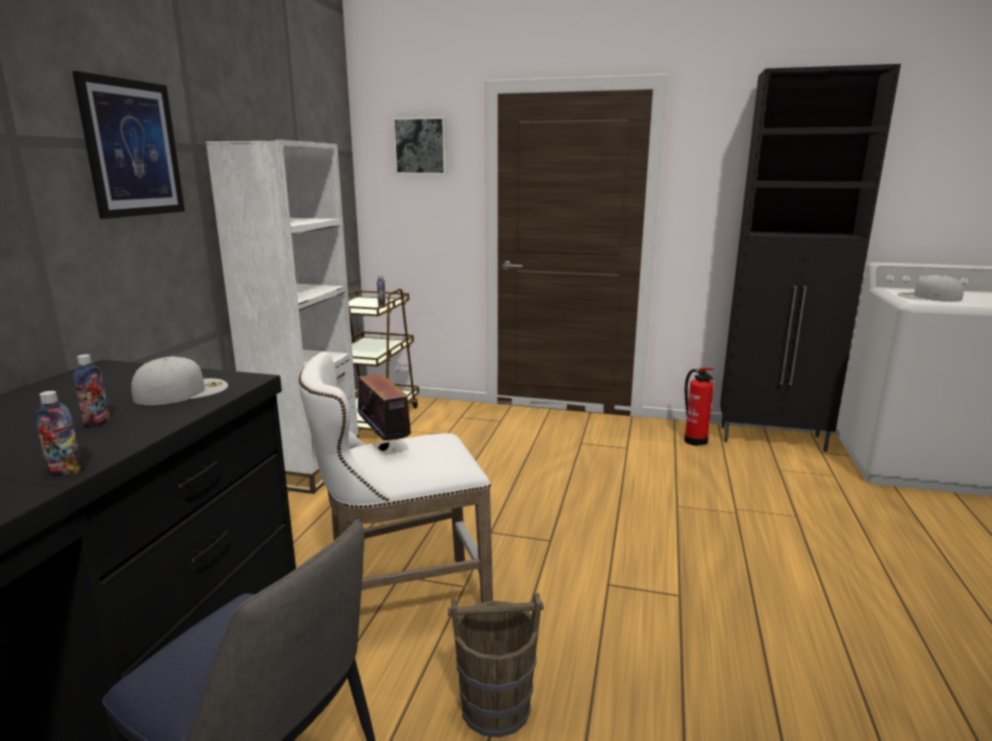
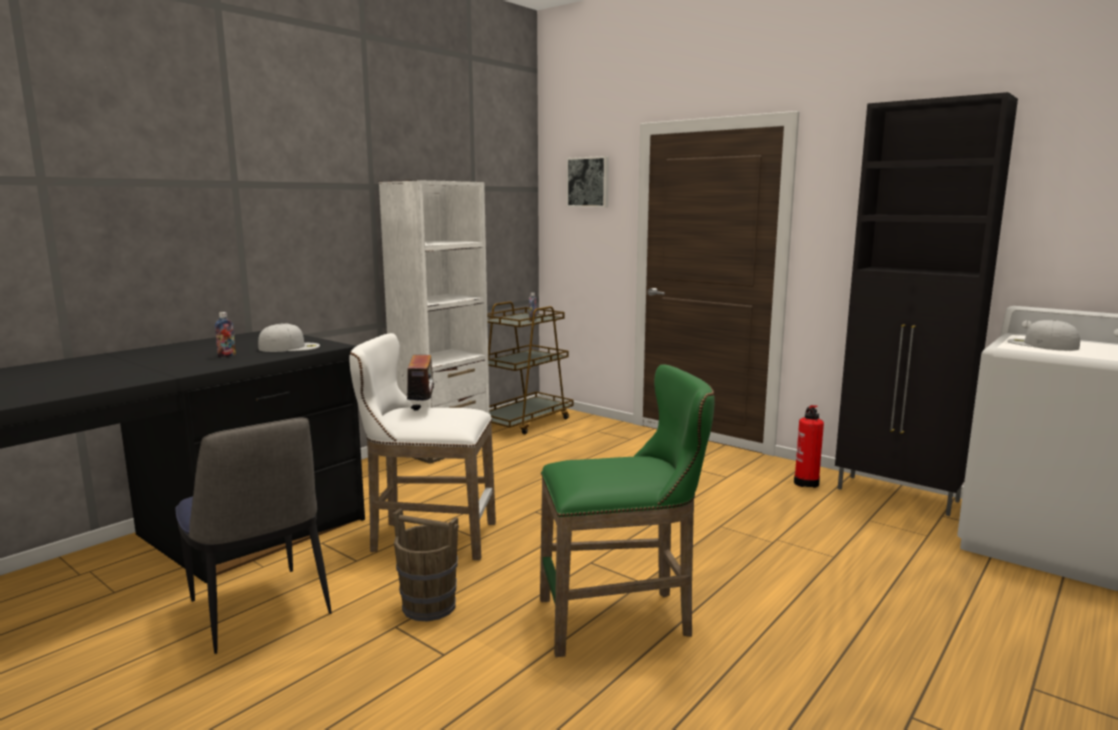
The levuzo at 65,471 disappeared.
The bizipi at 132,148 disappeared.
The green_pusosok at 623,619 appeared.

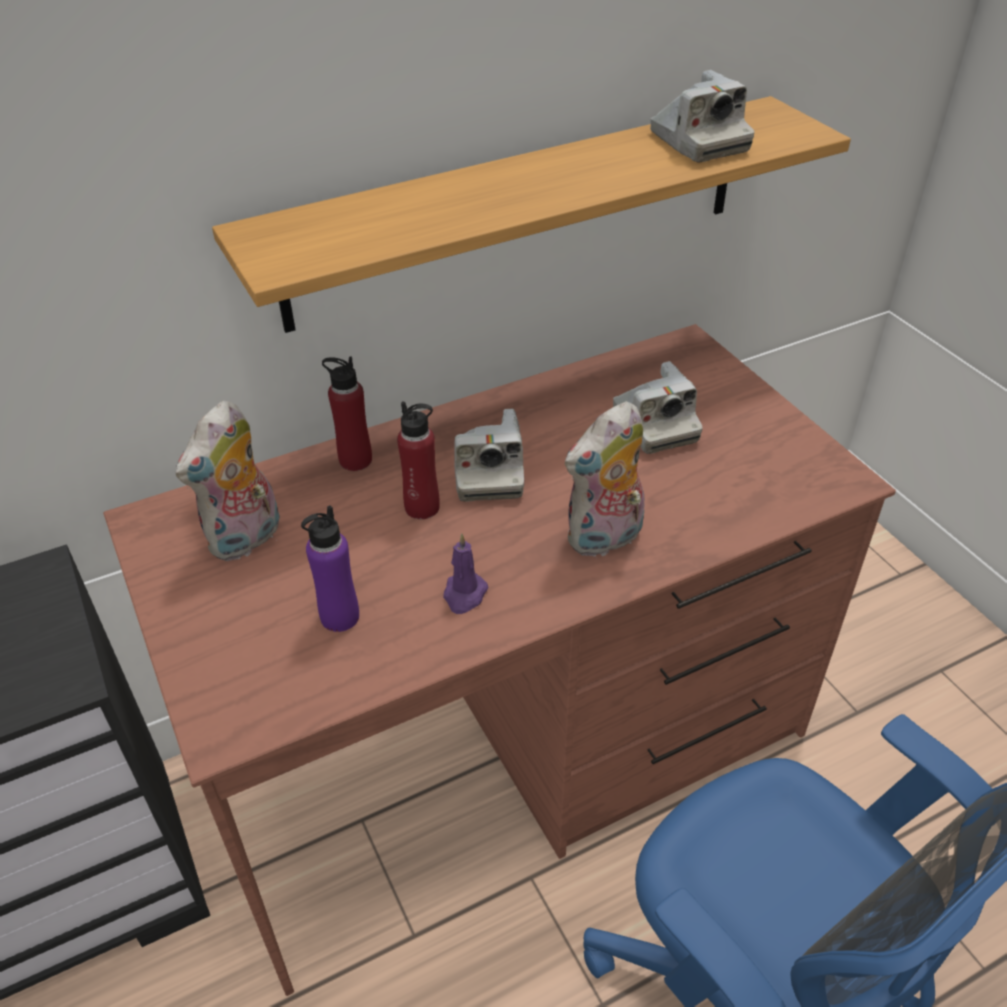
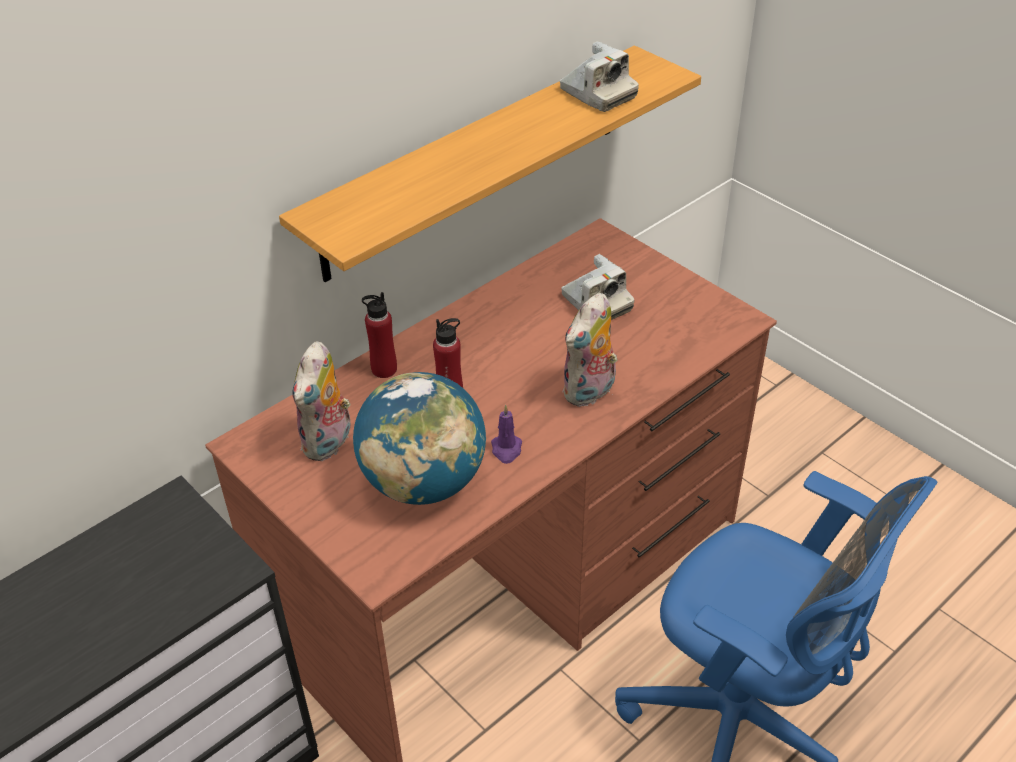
The purple_levuzo at 339,617 was replaced by the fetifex at 424,482.
The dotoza at 488,472 disappeared.

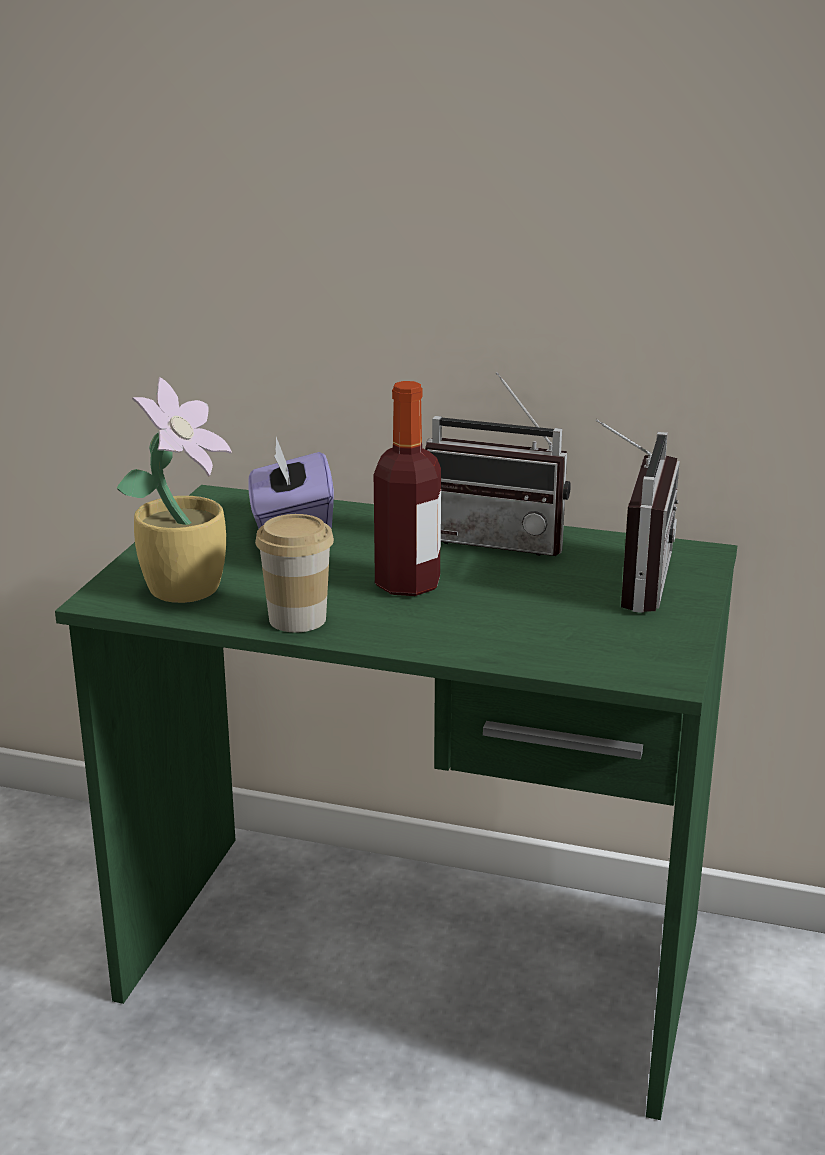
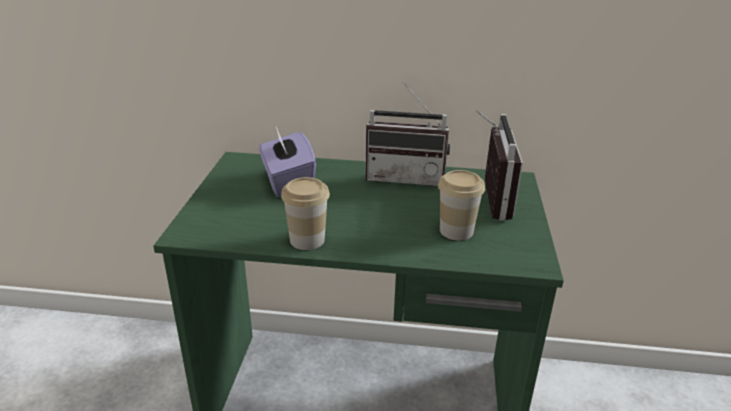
The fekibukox at 187,588 disappeared.
The levuzo at 407,584 disappeared.
The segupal at 456,231 appeared.

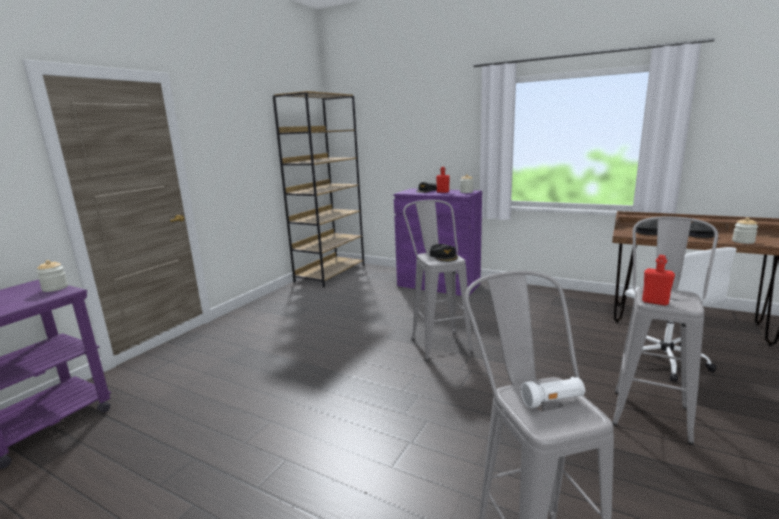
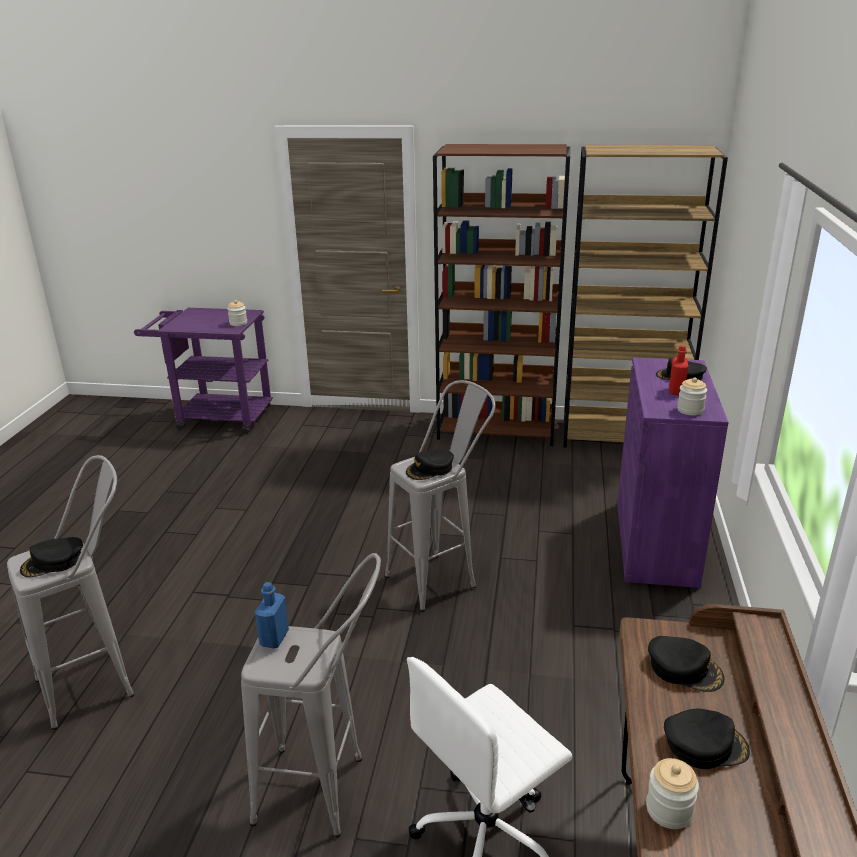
The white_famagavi at 553,401 was replaced by the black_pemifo at 53,562.
The red_levuzo at 655,302 became the blue_levuzo at 274,638.
The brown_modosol at 497,429 appeared.

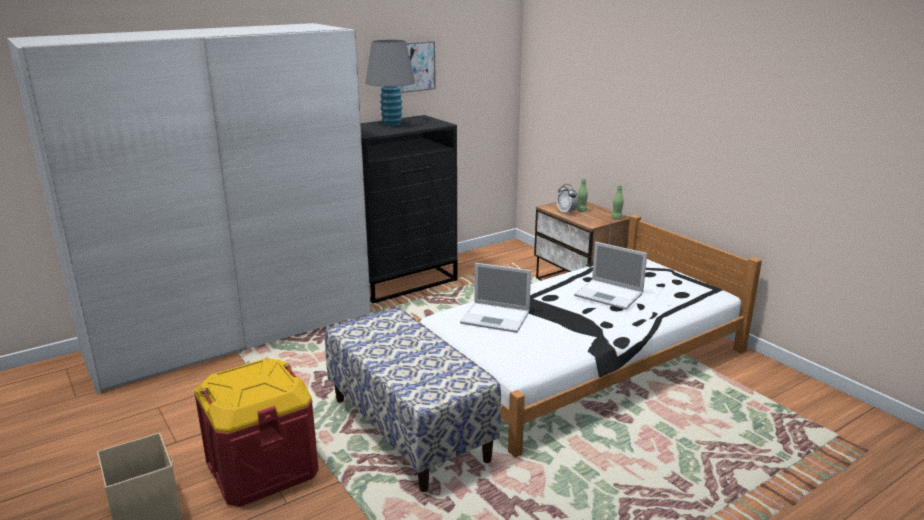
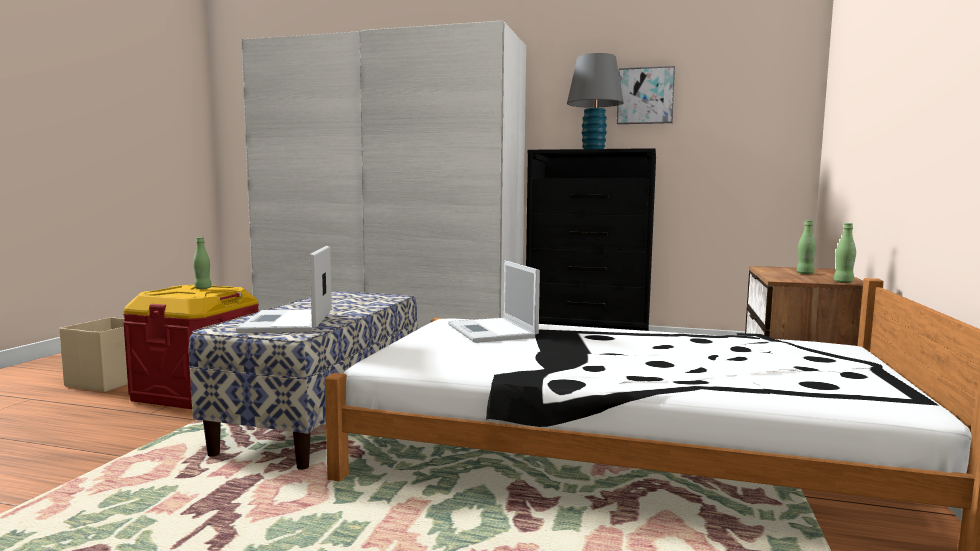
The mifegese at 566,212 disappeared.
The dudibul moved from 610,295 to 287,322.
The green_levuzo at 203,288 appeared.

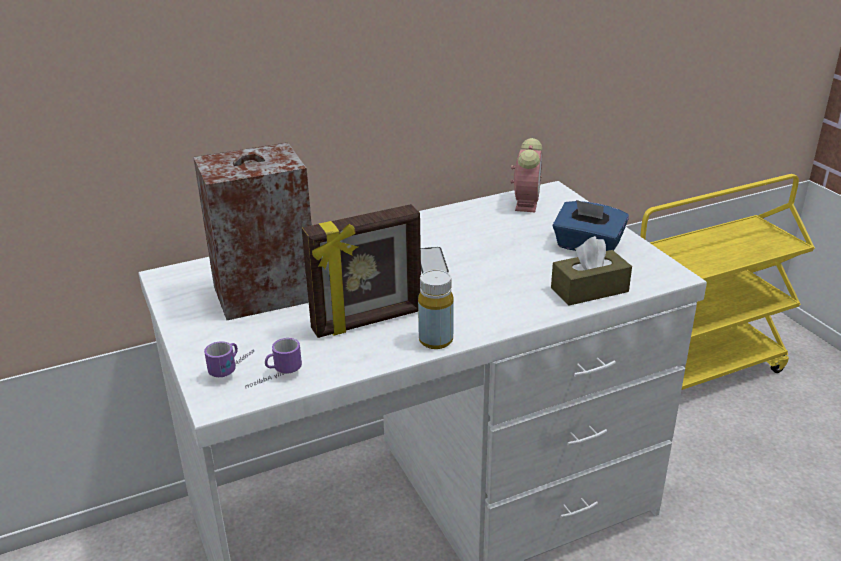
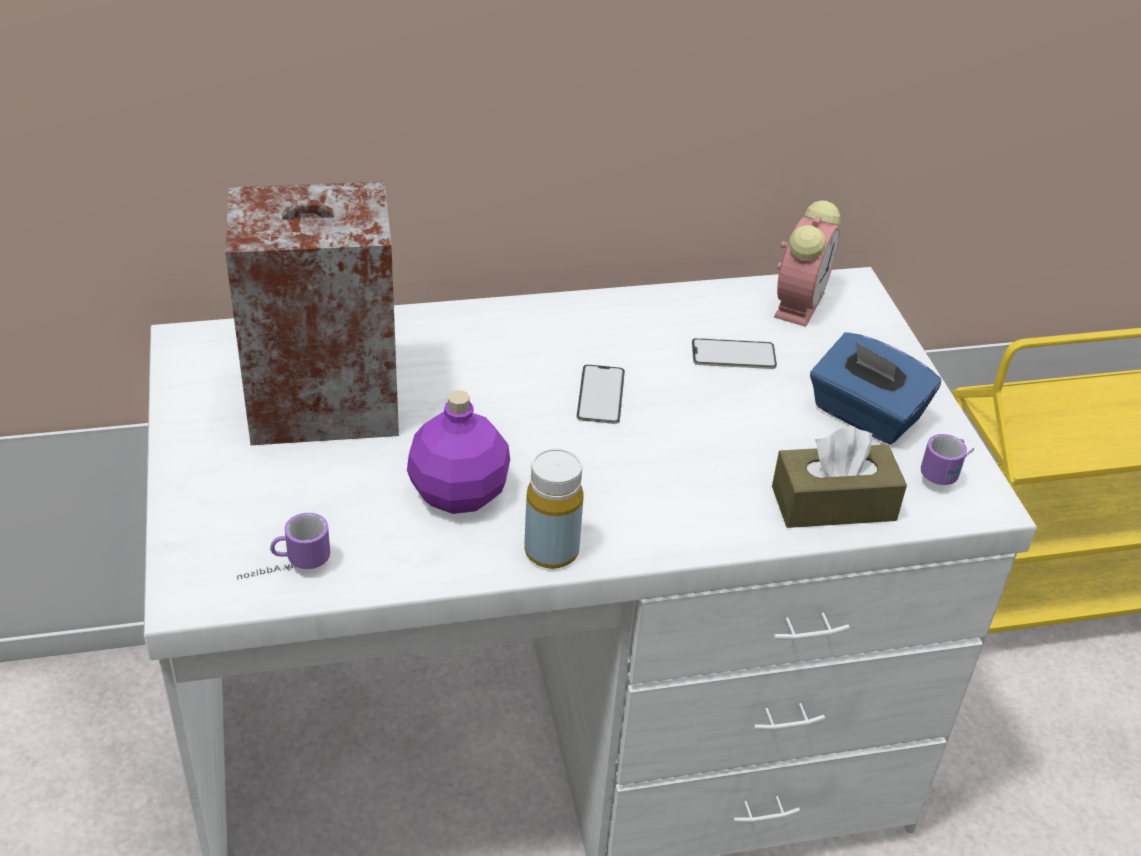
The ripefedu moved from 234,368 to 950,471.
The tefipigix at 367,321 was replaced by the purple_levuzo at 460,493.
The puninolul at 733,354 appeared.

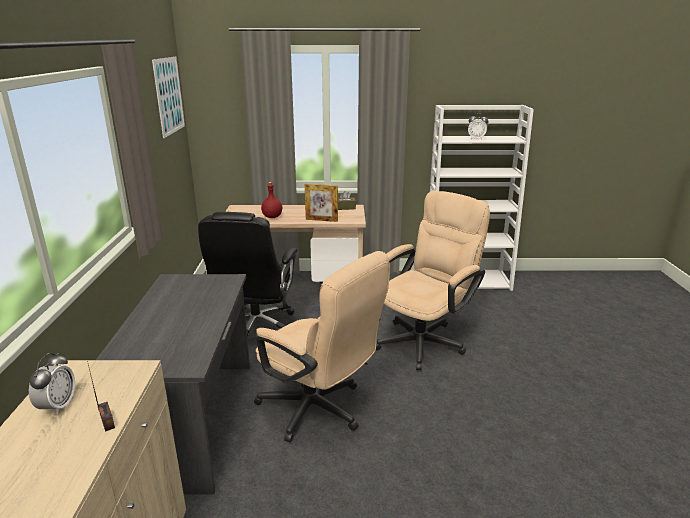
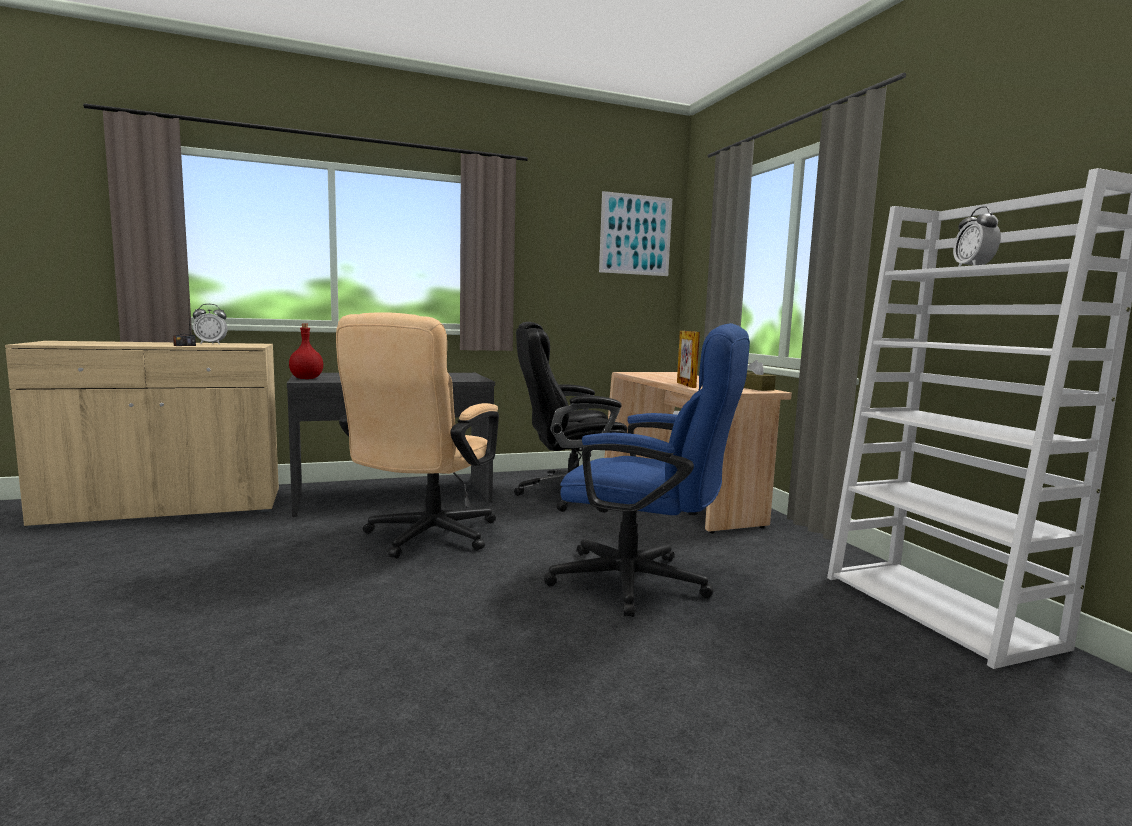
The red_levuzo moved from 272,217 to 306,378.
The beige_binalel at 425,339 became the blue_binalel at 644,584.

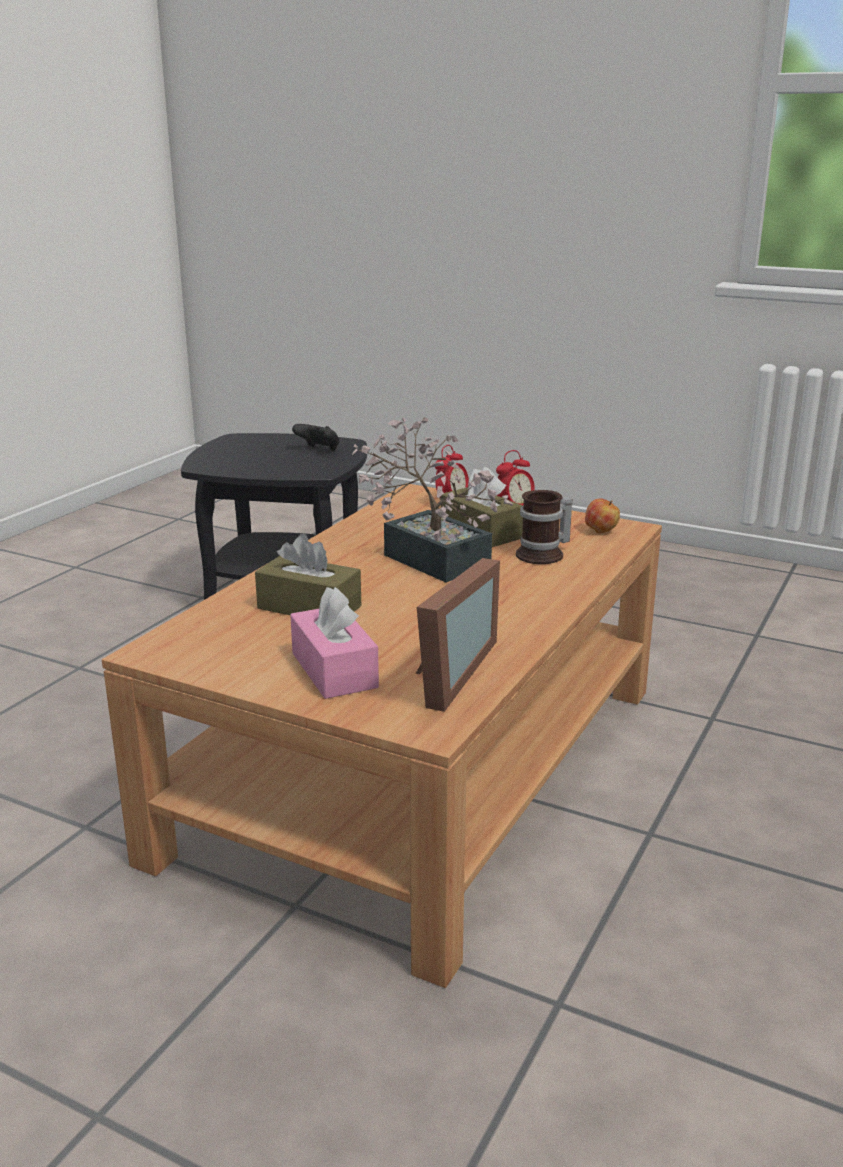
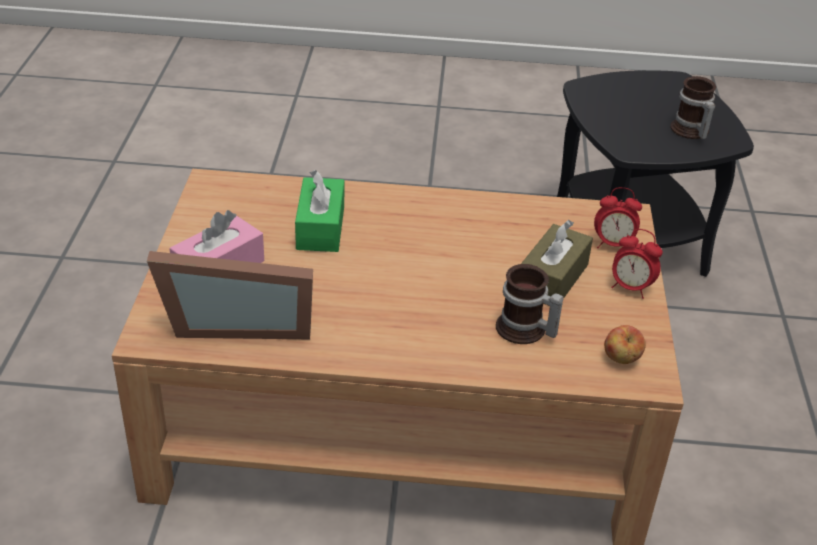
The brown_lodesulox at 309,607 became the green_lodesulox at 320,228.
The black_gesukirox at 319,450 was replaced by the ripefedu at 689,131.
The fekibukox at 429,556 disappeared.

